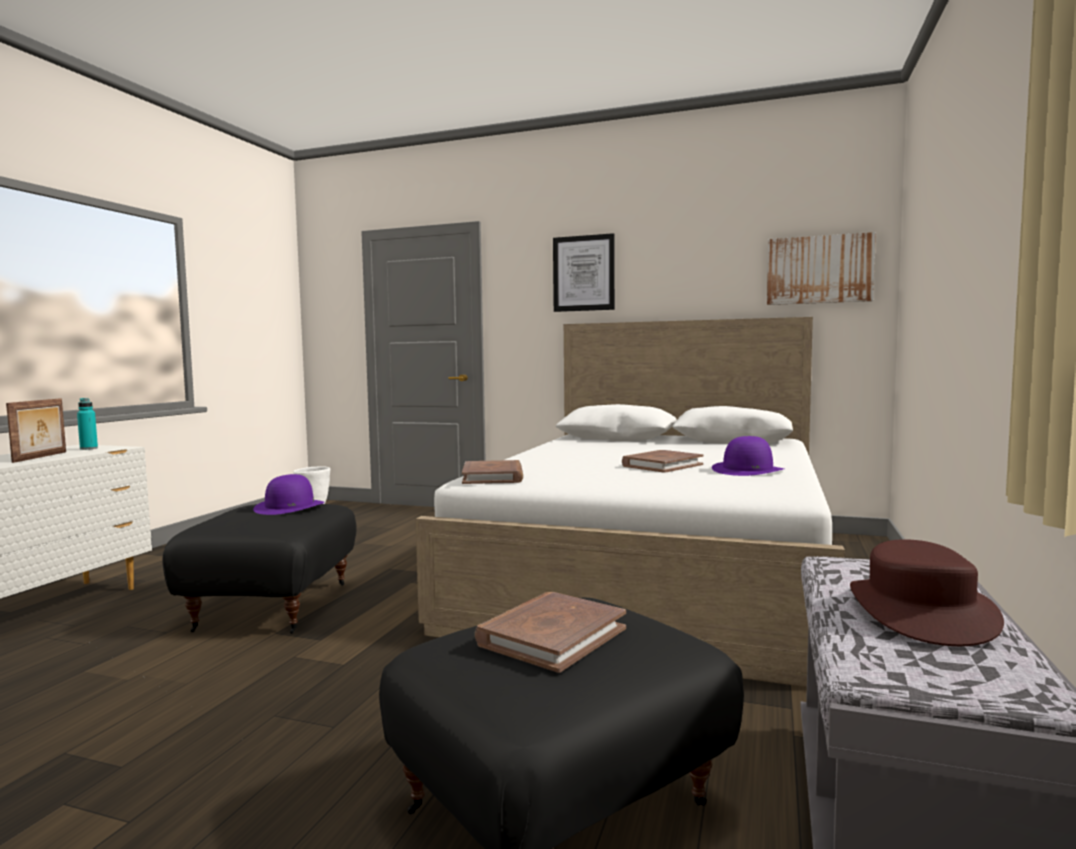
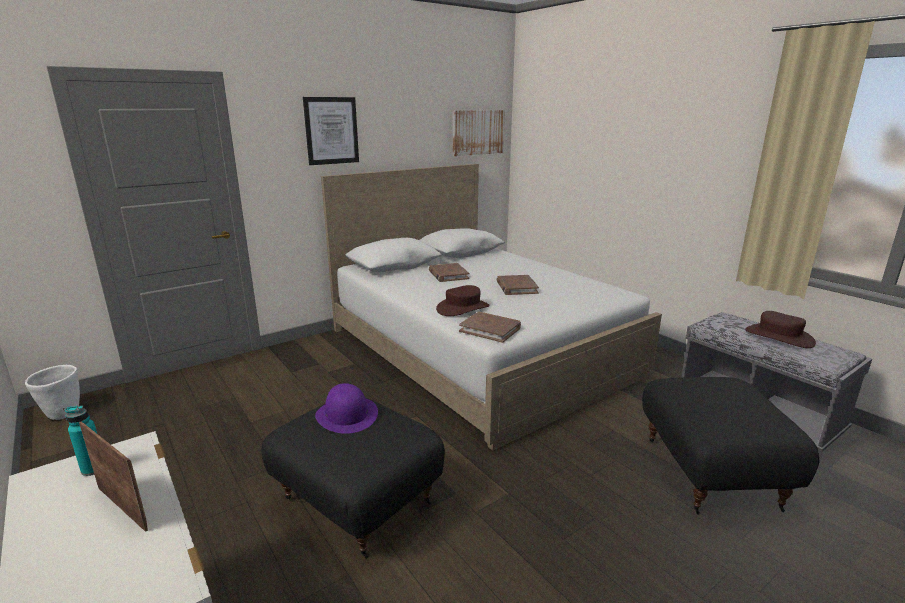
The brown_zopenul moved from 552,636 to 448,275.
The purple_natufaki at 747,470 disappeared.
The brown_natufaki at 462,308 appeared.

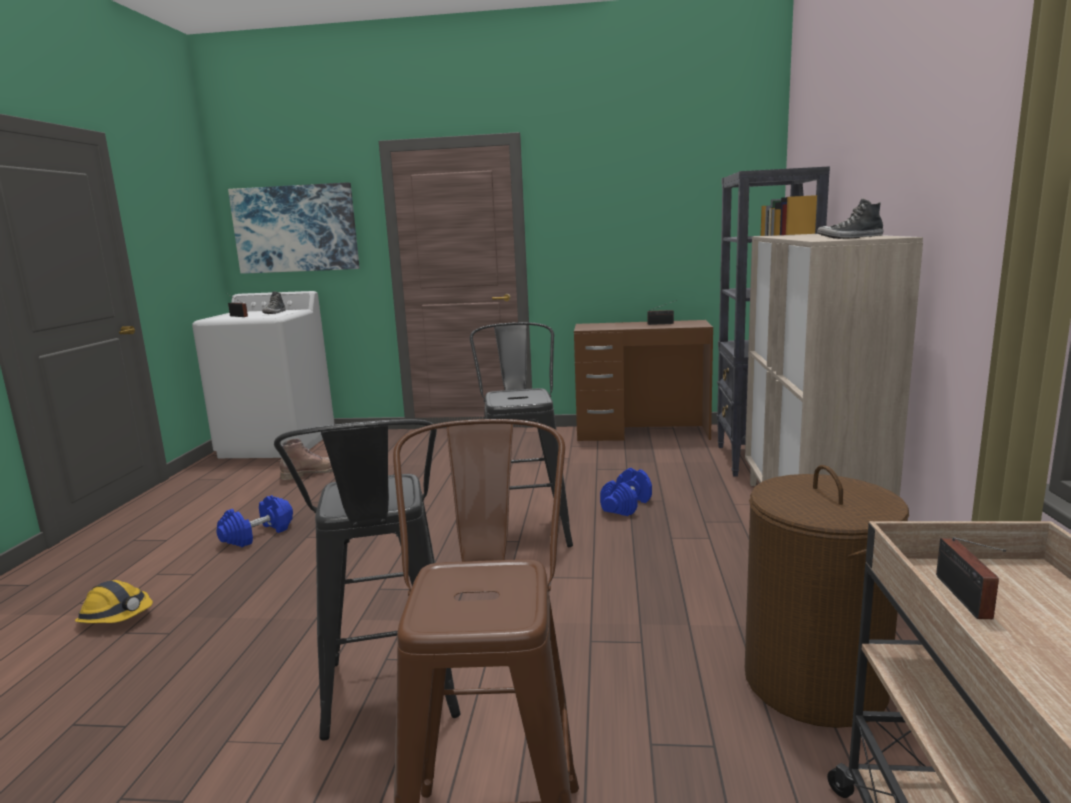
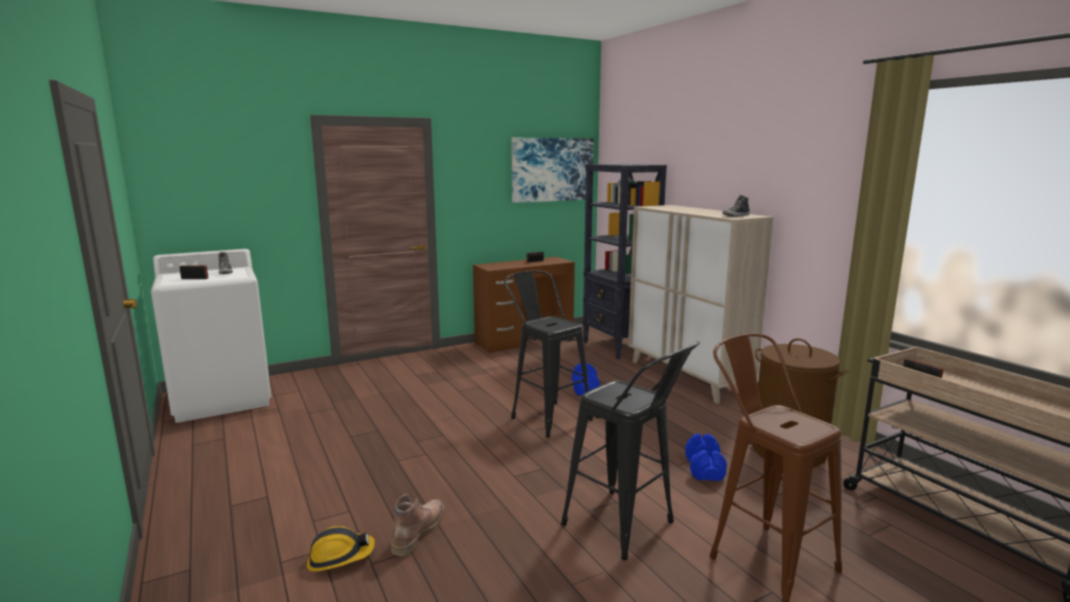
The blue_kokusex moved from 258,534 to 704,468.
The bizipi moved from 295,229 to 552,169.
The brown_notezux moved from 313,472 to 418,531.

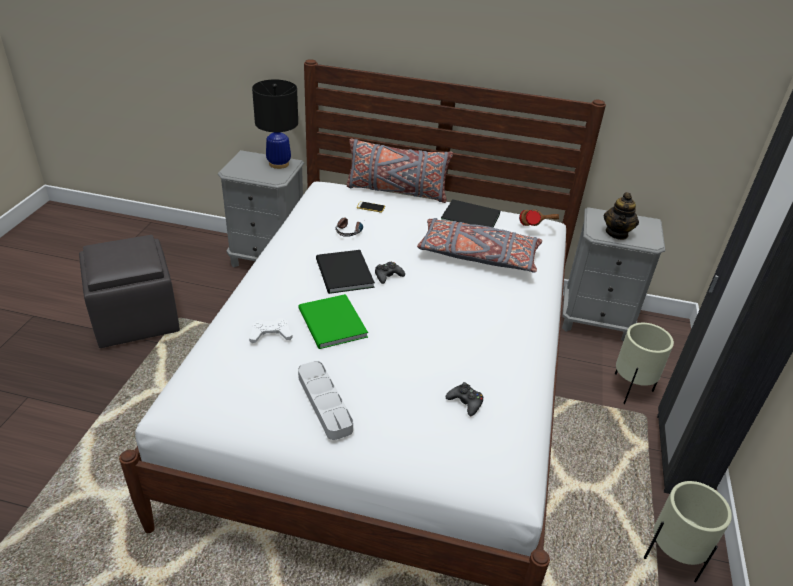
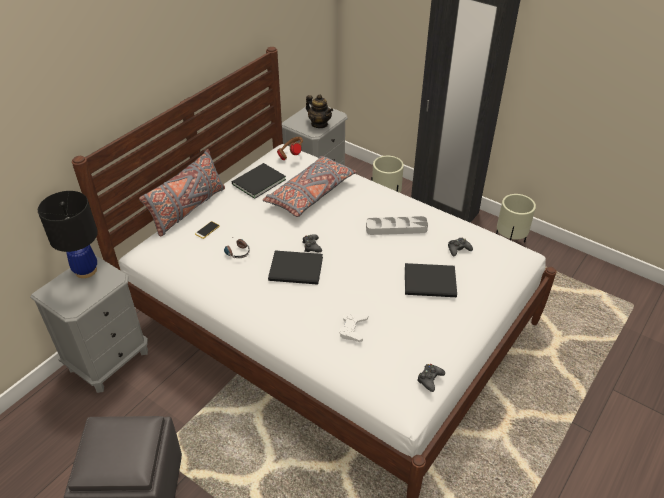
The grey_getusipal moved from 324,403 to 396,228.
The green_zopenul at 331,324 disappeared.
The black_zopenul at 431,283 appeared.
The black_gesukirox at 430,379 appeared.

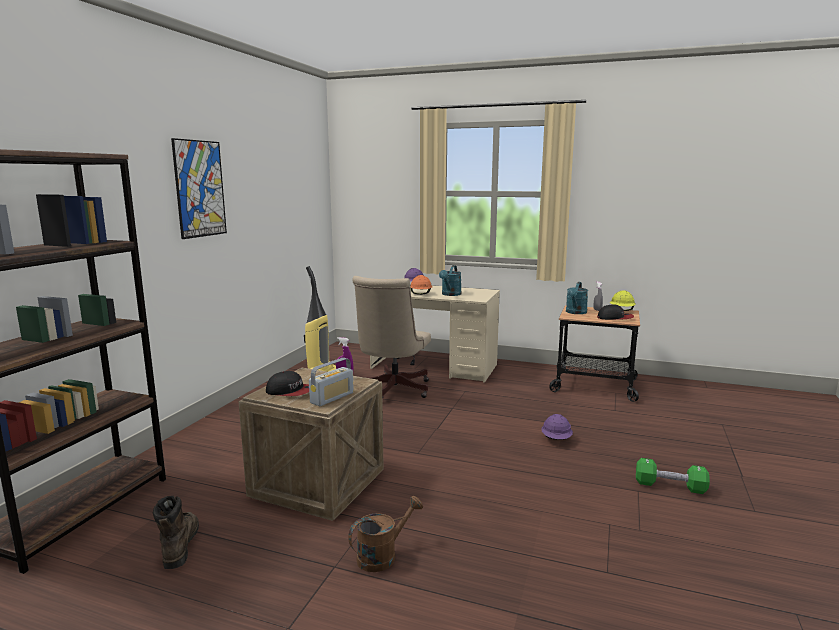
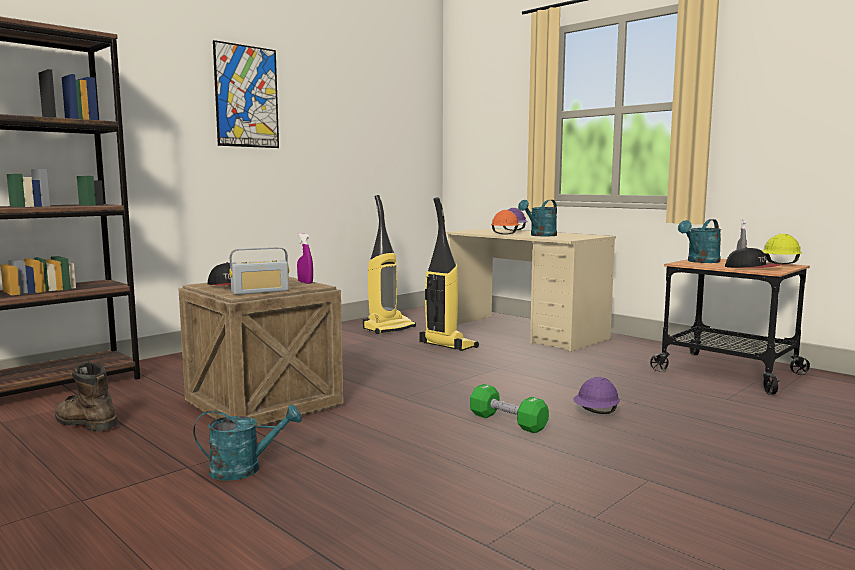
The brown_notezux at 179,545 turned 75 degrees counterclockwise.
The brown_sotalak at 382,555 became the turquoise_sotalak at 245,469.
The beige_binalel at 392,390 was replaced by the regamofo at 447,346.
The green_kokusex moved from 670,486 to 507,422.

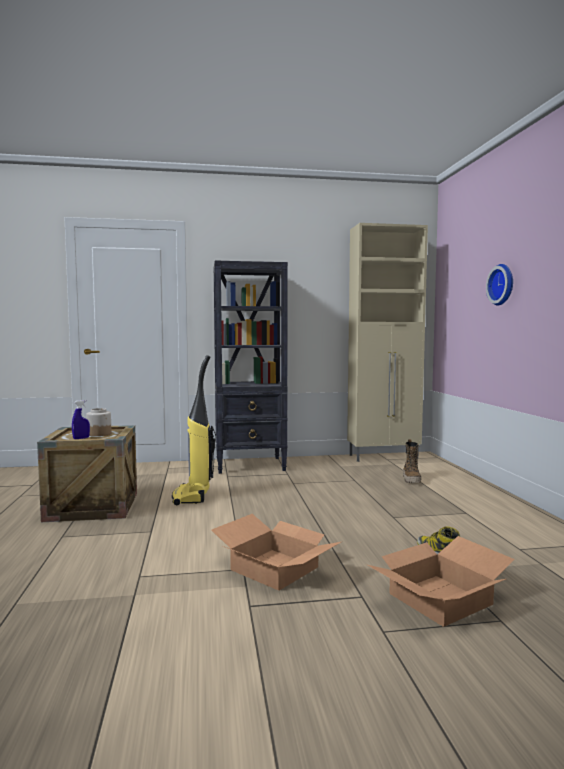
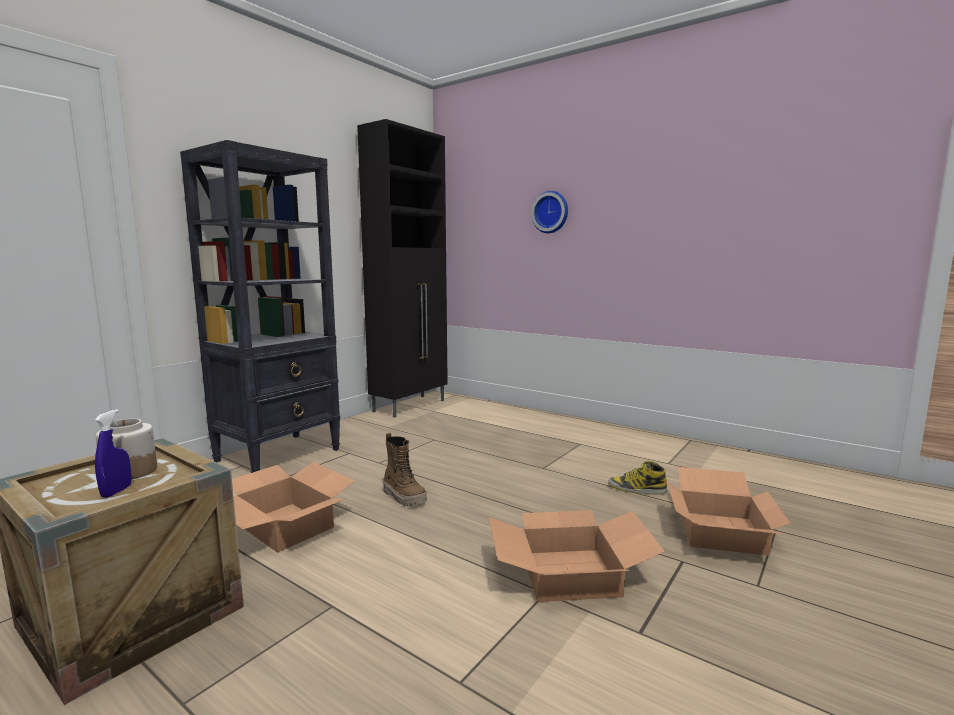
The regamofo at 192,496 was replaced by the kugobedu at 285,526.
The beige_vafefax at 384,457 became the black_vafefax at 410,406.
The notezux moved from 411,480 to 404,497.

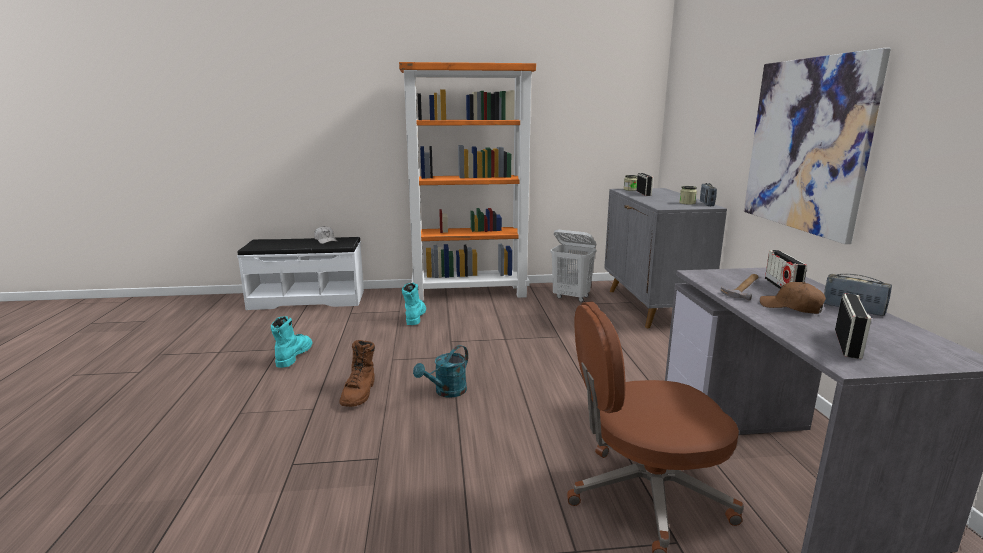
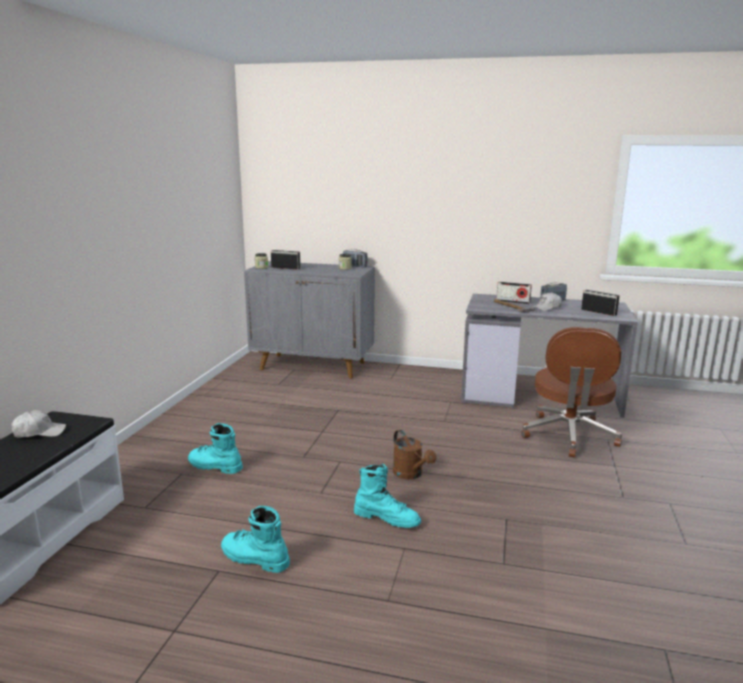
The brown_notezux at 359,393 became the turquoise_notezux at 387,518.
The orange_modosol at 470,293 disappeared.
The turquoise_sotalak at 446,392 became the brown_sotalak at 411,474.
The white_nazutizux at 571,297 disappeared.
The bizipi at 806,145 disappeared.
The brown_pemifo at 791,307 became the white_pemifo at 547,308.

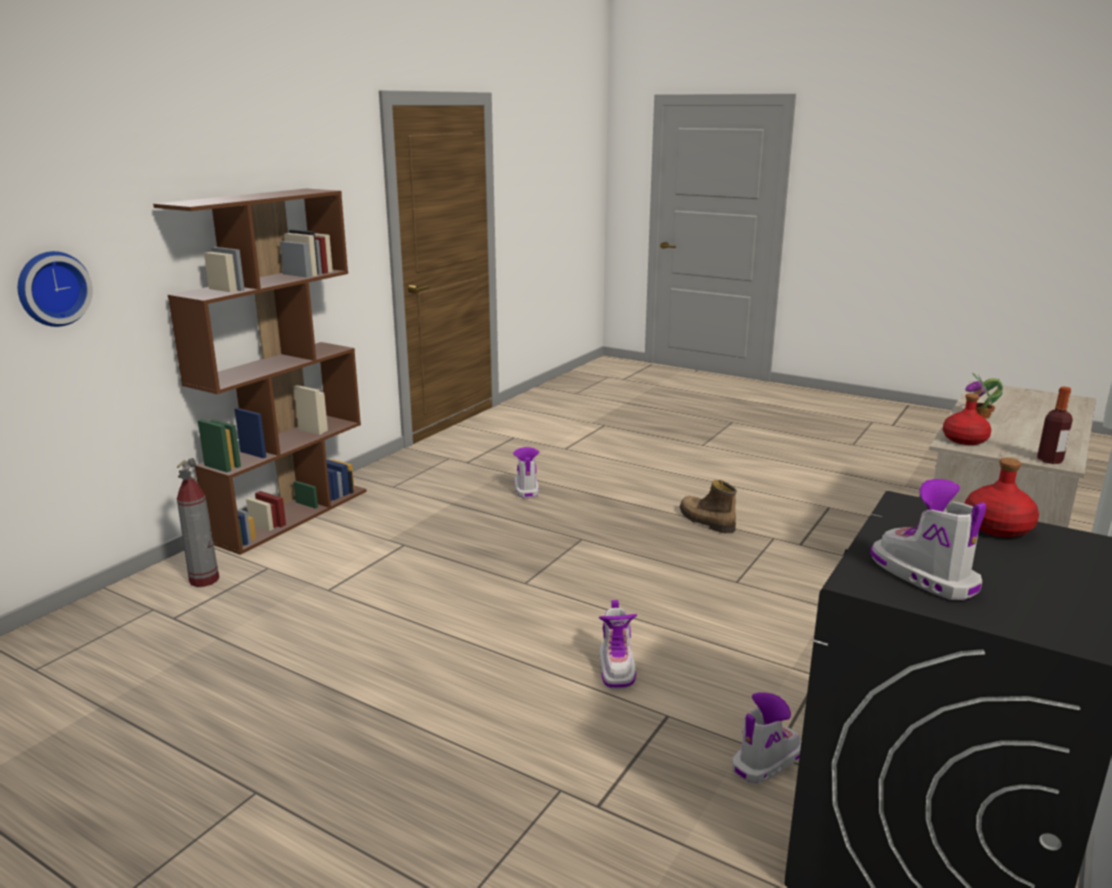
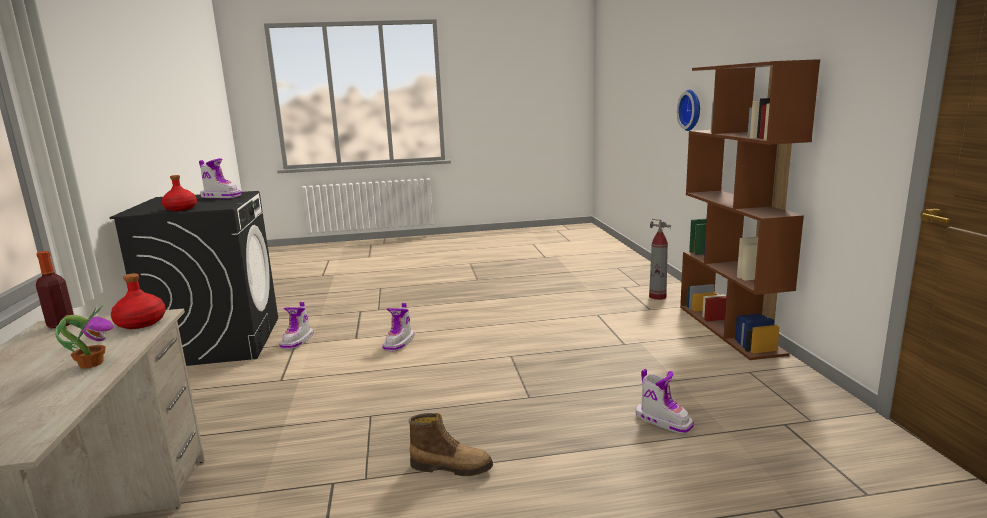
The notezux at 617,668 turned 120 degrees counterclockwise.

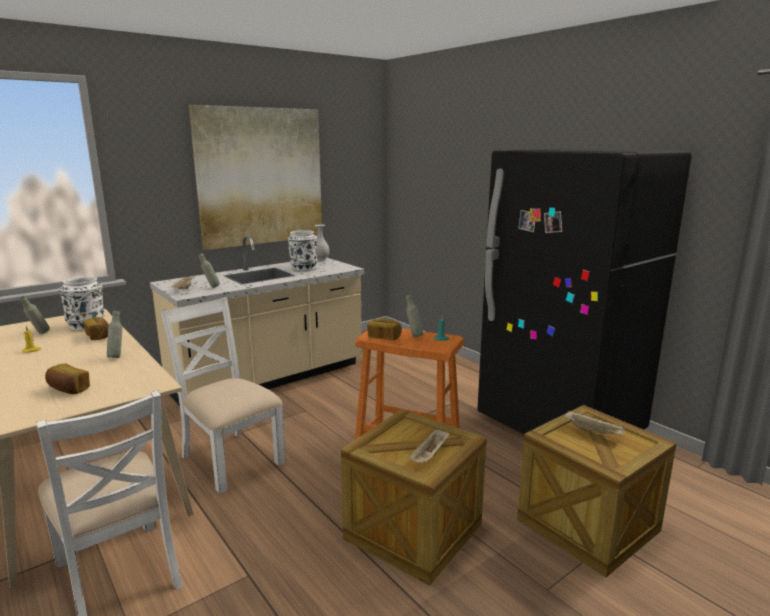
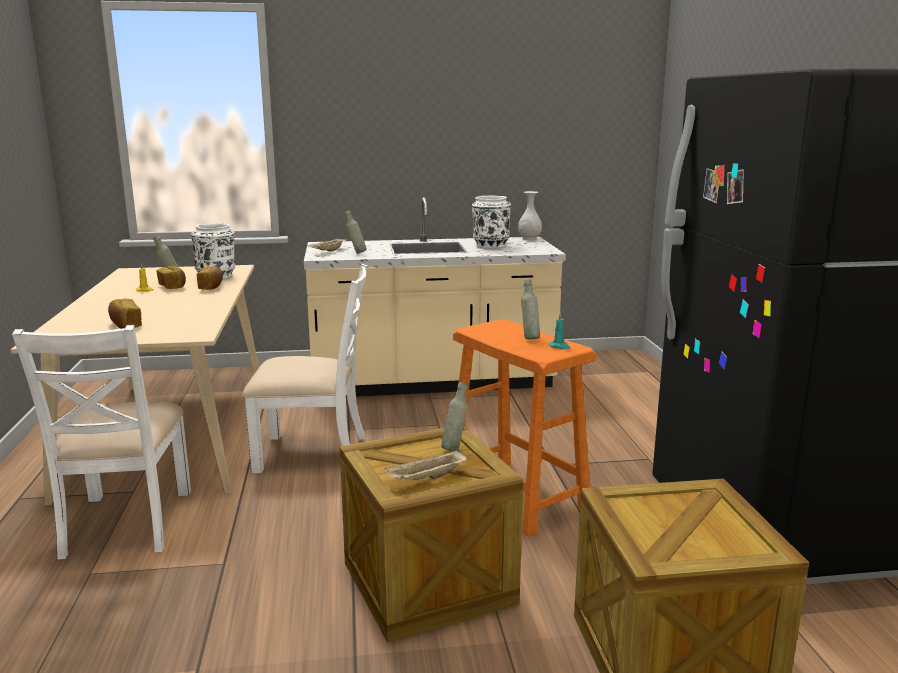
The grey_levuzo moved from 117,356 to 454,448.
The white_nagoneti at 231,459 turned 105 degrees clockwise.
The bizipi at 260,177 disappeared.
The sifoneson moved from 384,337 to 173,287.
The beige_getusipal at 594,432 disappeared.

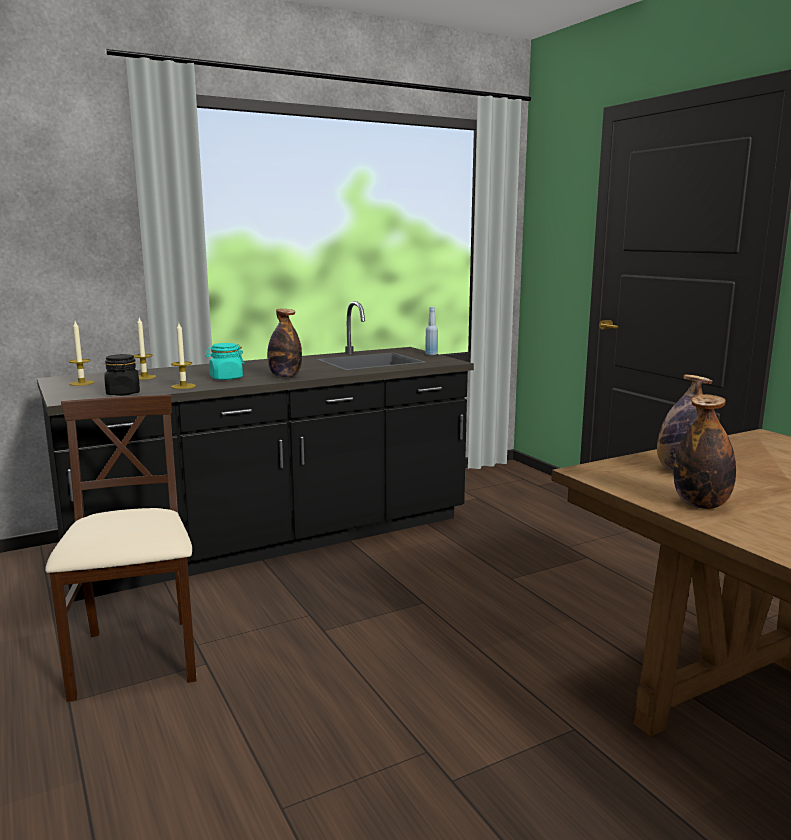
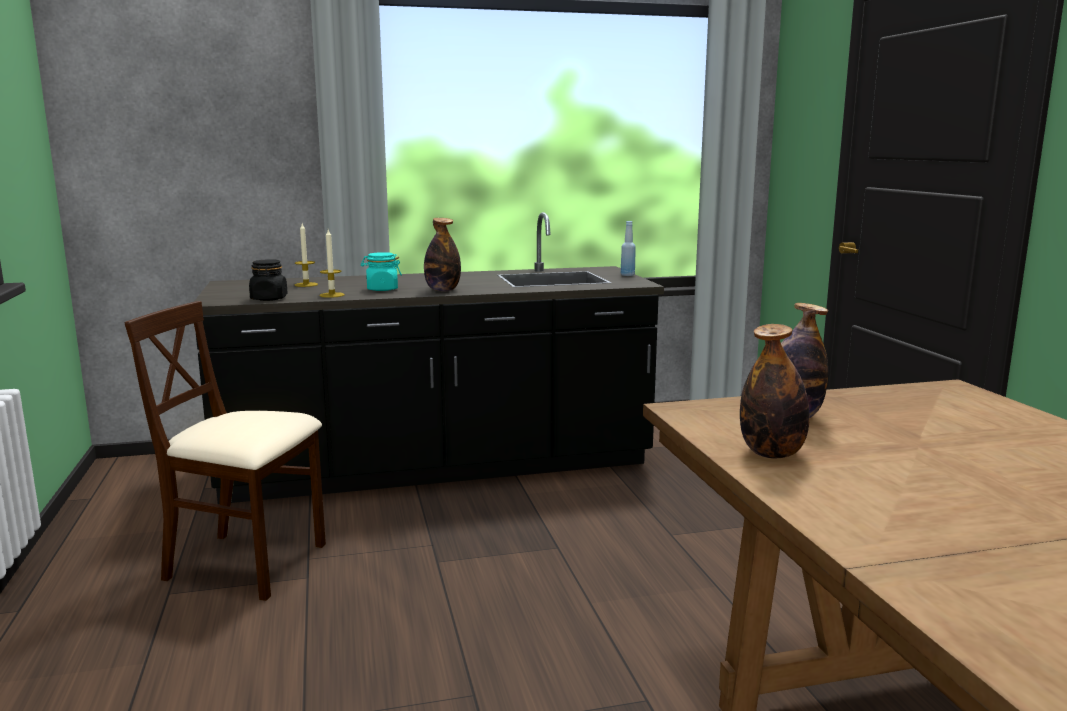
The beige_nagoneti at 137,658 turned 75 degrees counterclockwise.
The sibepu at 81,383 disappeared.

